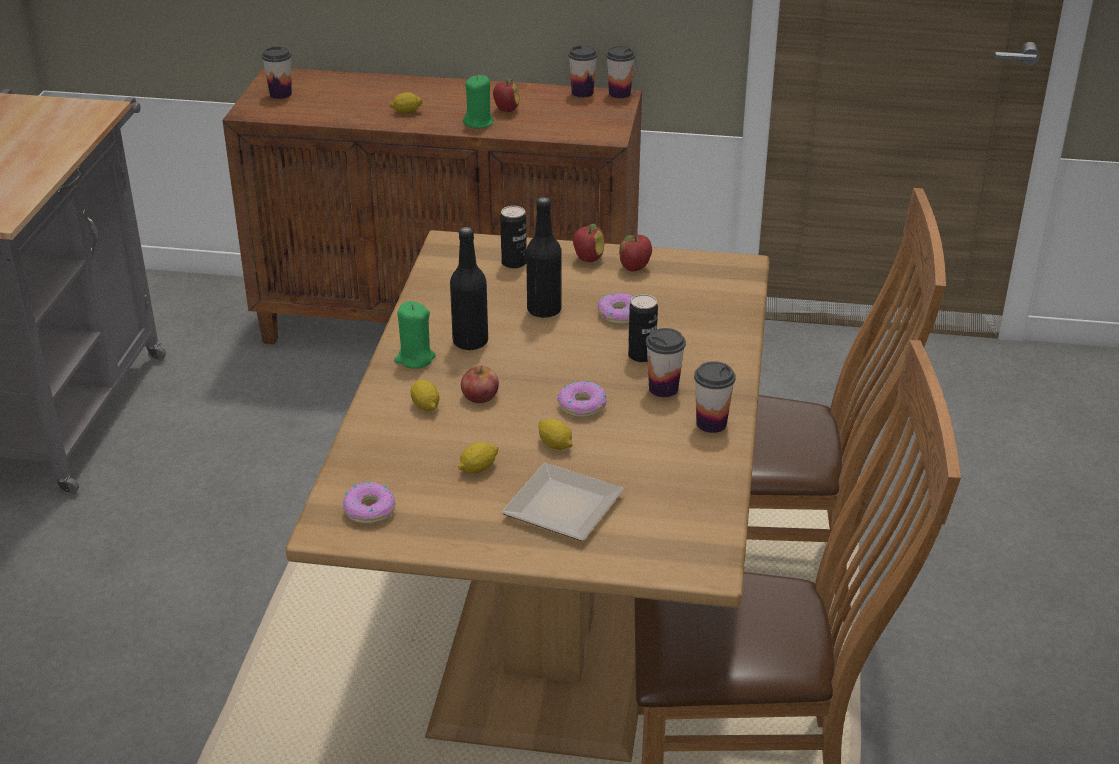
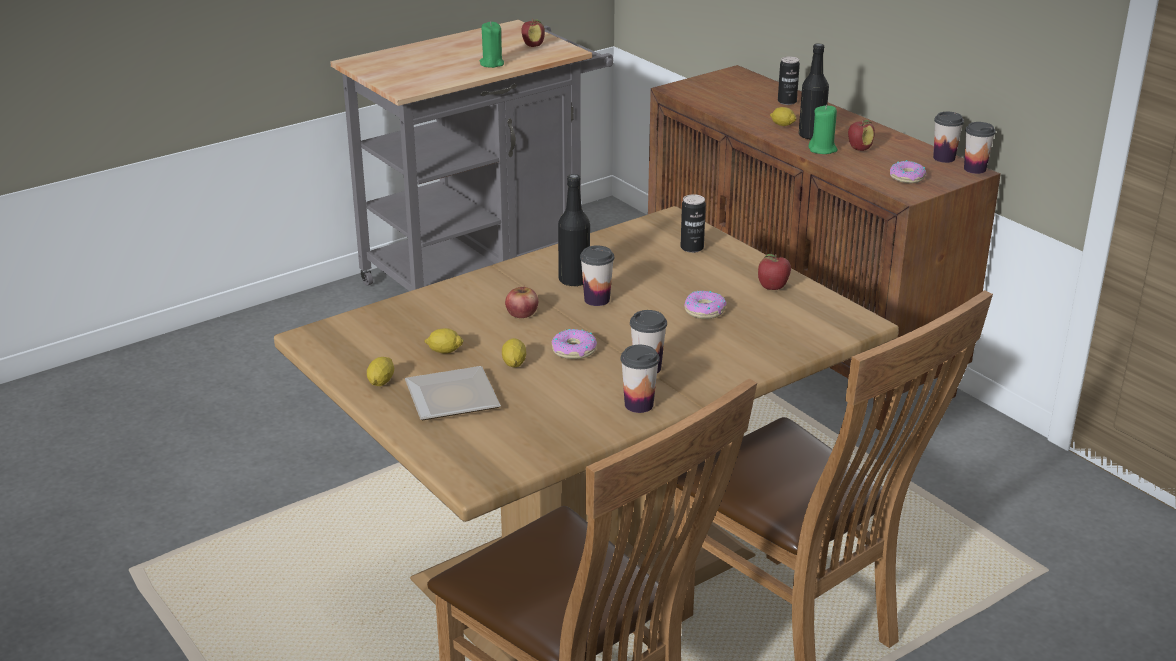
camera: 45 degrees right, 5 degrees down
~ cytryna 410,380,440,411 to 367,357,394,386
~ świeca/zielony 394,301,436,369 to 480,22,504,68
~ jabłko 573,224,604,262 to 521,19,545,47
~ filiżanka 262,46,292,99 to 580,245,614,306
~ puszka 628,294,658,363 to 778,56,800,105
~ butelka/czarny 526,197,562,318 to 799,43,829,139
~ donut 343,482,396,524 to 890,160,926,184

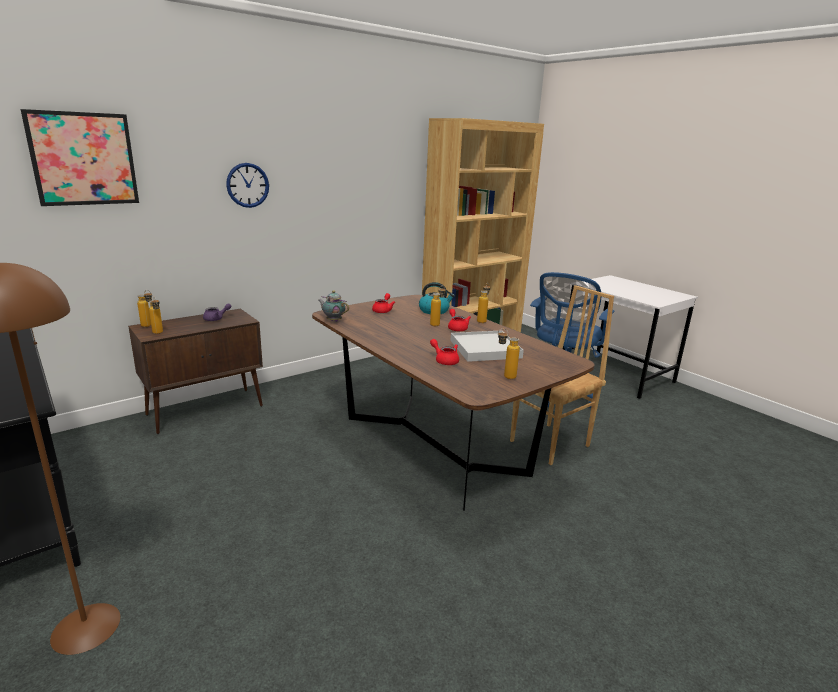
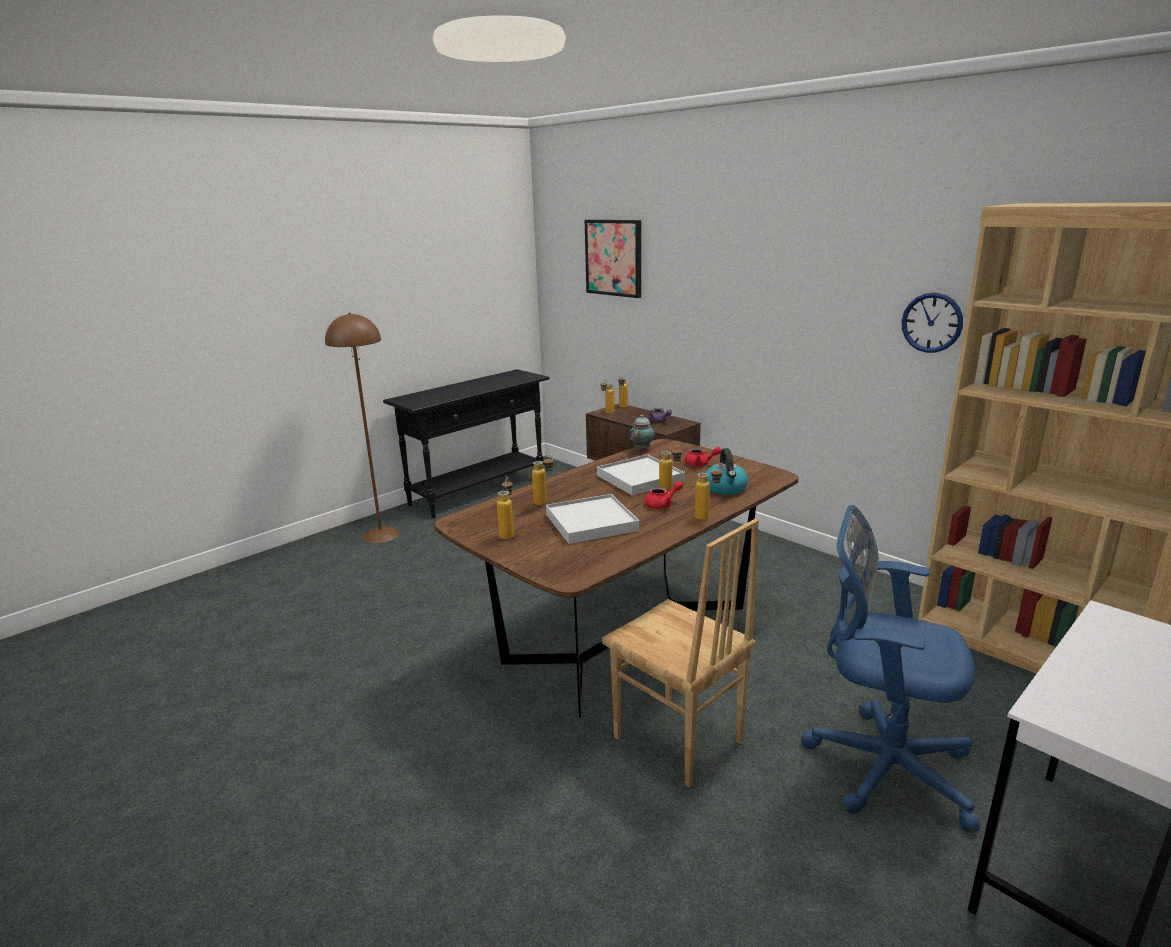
camera: 85 degrees right, 0 degrees up
~ imbryk/czerwony 430,339,459,365 to butelka 532,455,554,506
+ taca/biały 597,454,685,496
~ zegar ścienny 226,163,269,208 to 902,292,963,353

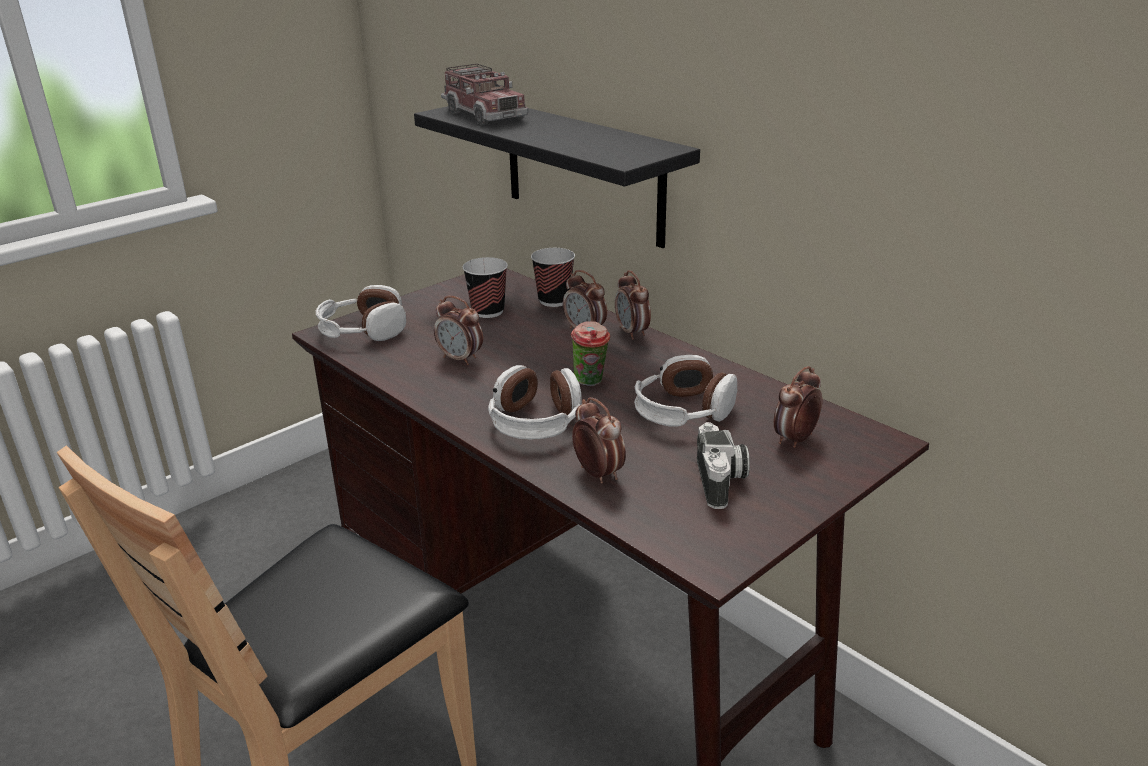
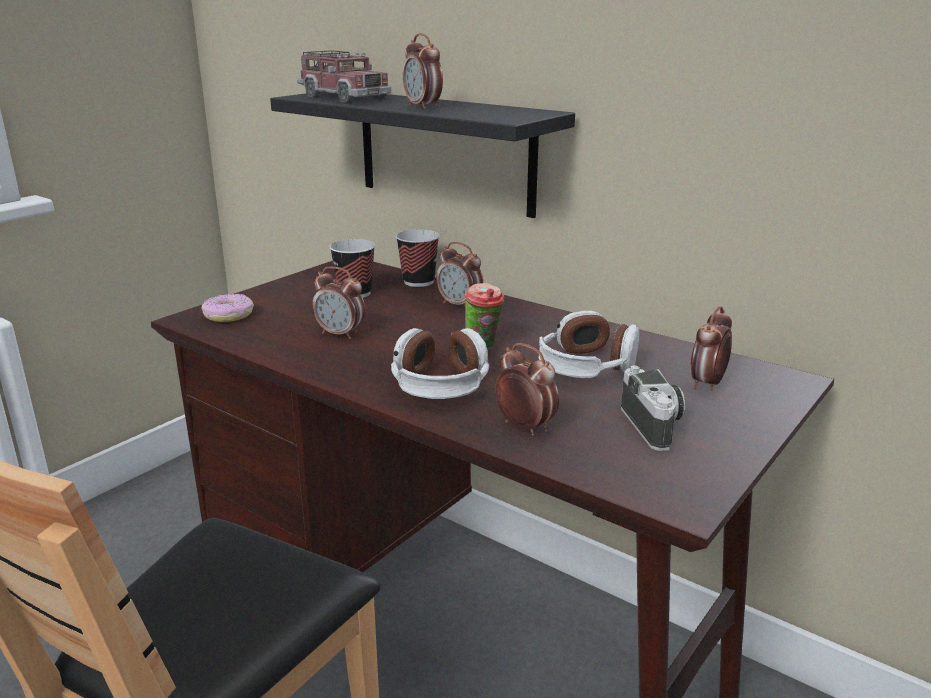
camera: 10 degrees left, 5 degrees down
~ słuchawki 316,285,406,341 to donut 201,294,254,322
~ budzik 615,270,651,340 to 403,33,443,109

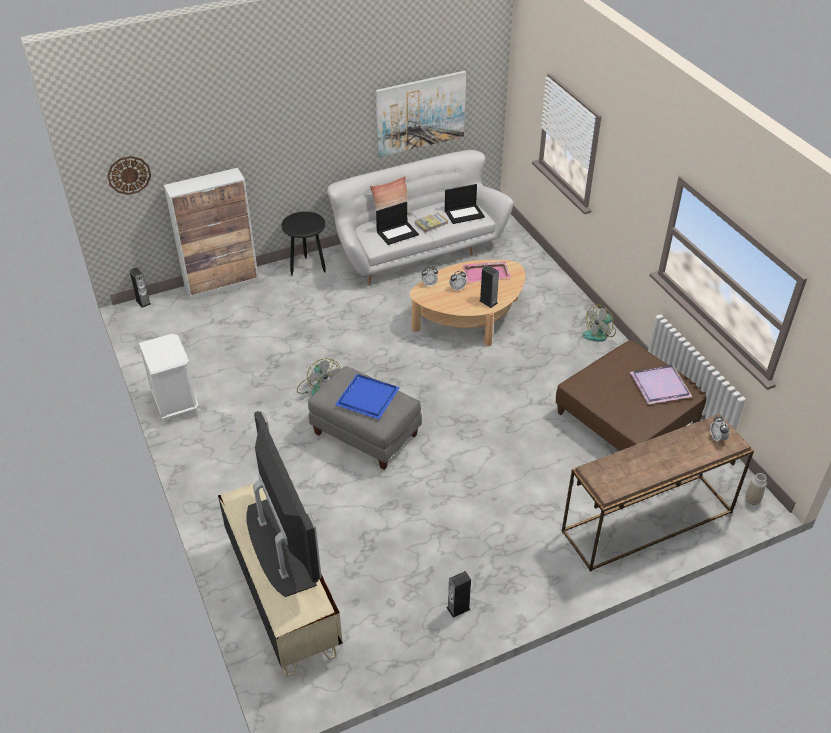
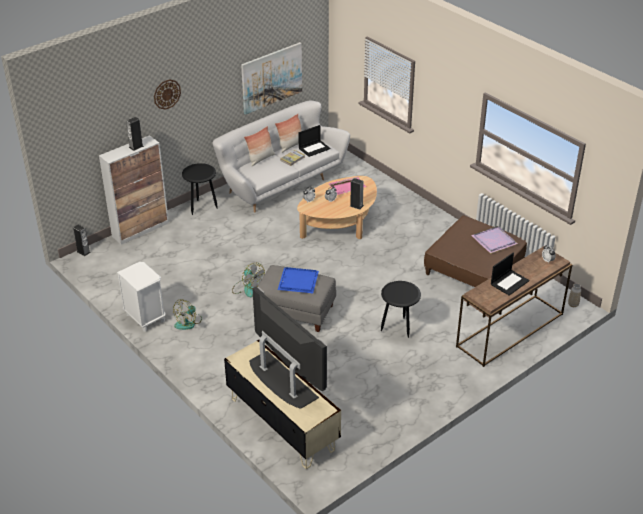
camera: 15 degrees left, 5 degrees down
~ głośnik 446,571,471,618 to 126,117,144,151
~ zegar ścienny 107,156,151,195 to 154,79,181,110
~ wentylator 583,304,616,342 to 173,299,202,330
+ poduszka 275,114,302,153
+ stolik/czarny 381,281,421,338
~ laptop 376,202,419,245 to 491,253,529,296

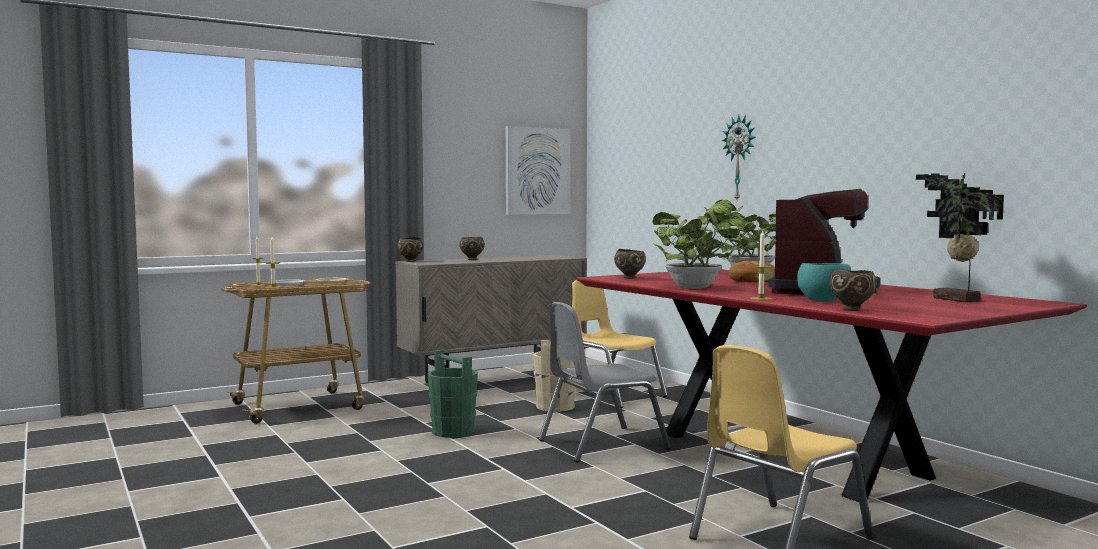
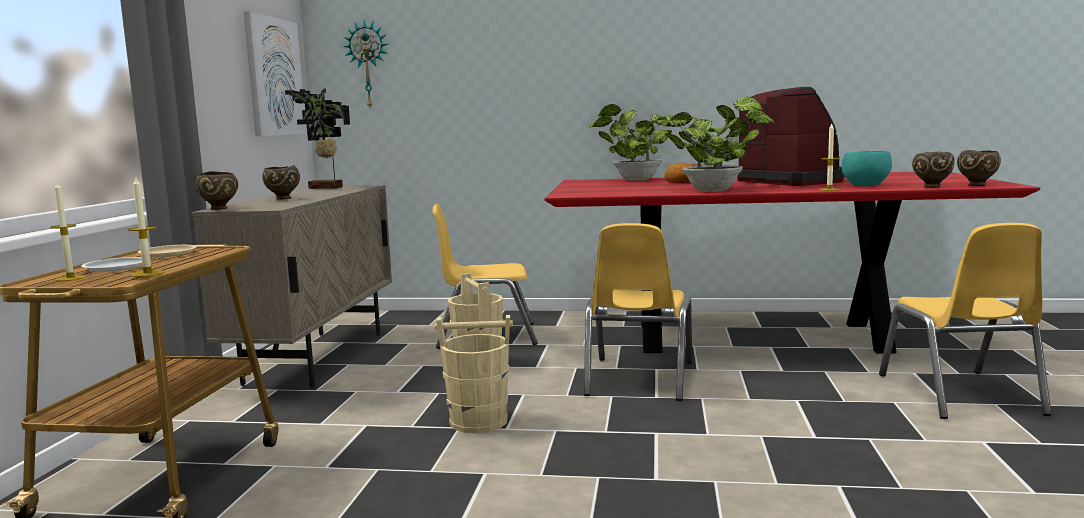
camera: 50 degrees left, 5 degrees up
~ roślina doniczkowa 916,173,1004,302 to 285,88,350,189
~ zegar ścienny 722,115,756,200 to 343,20,388,108
~ wiadro/zielony 427,350,478,438 to wiadro/beżowy 435,315,513,433
~ krzesło/szary 539,302,671,463 to krzesło/żółty 584,223,692,401
~ miska/brązowy 614,249,646,279 to 957,150,1001,186

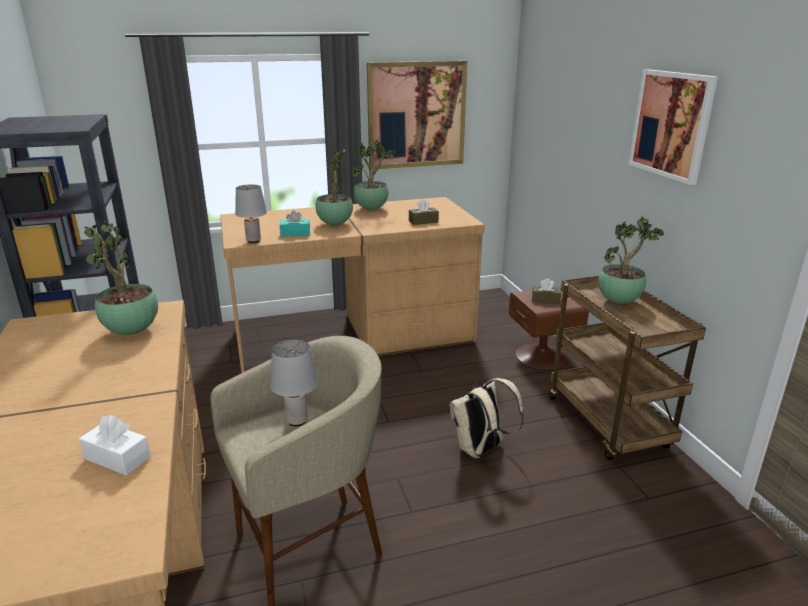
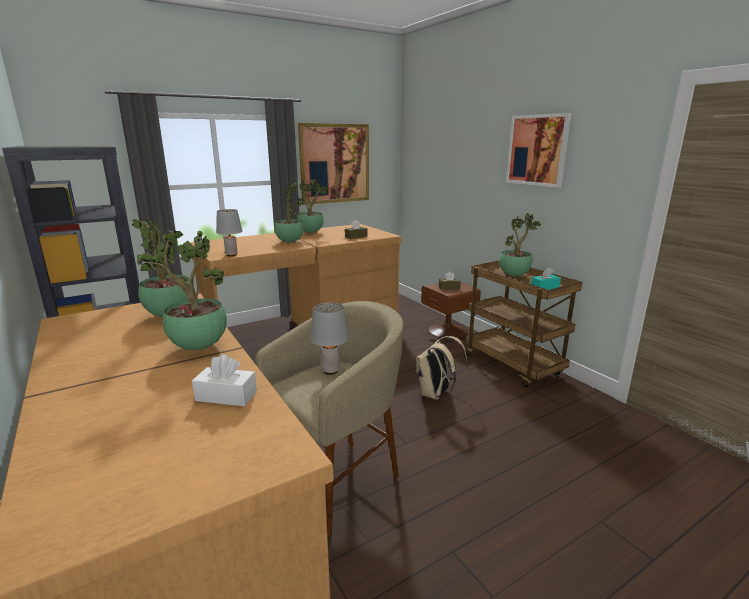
camera: 15 degrees left, 5 degrees down
+ roślina doniczkowa 137,230,227,350
~ pudełko chusteczek/turkusowy 280,210,310,237 to 531,267,561,290

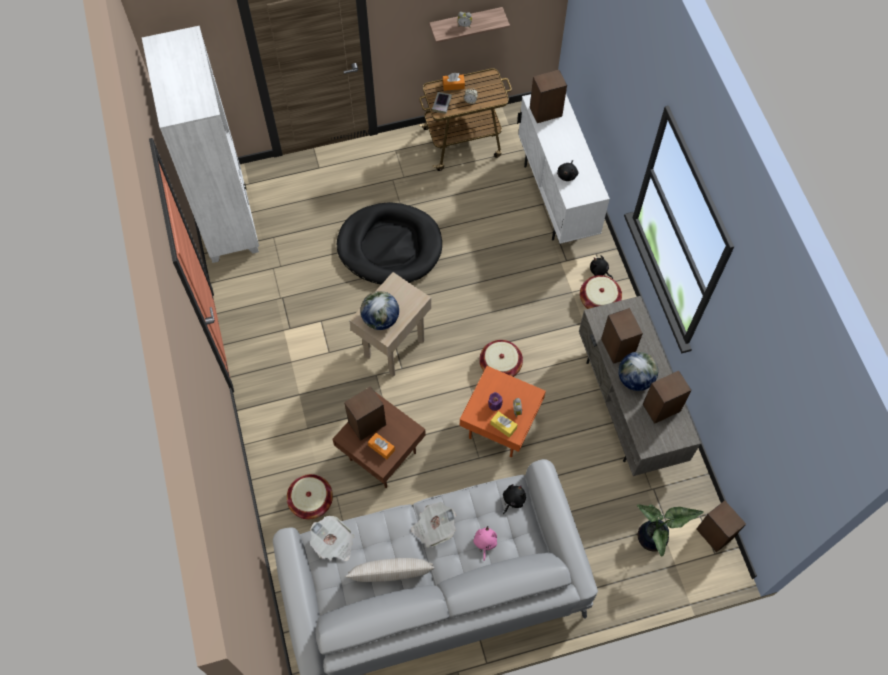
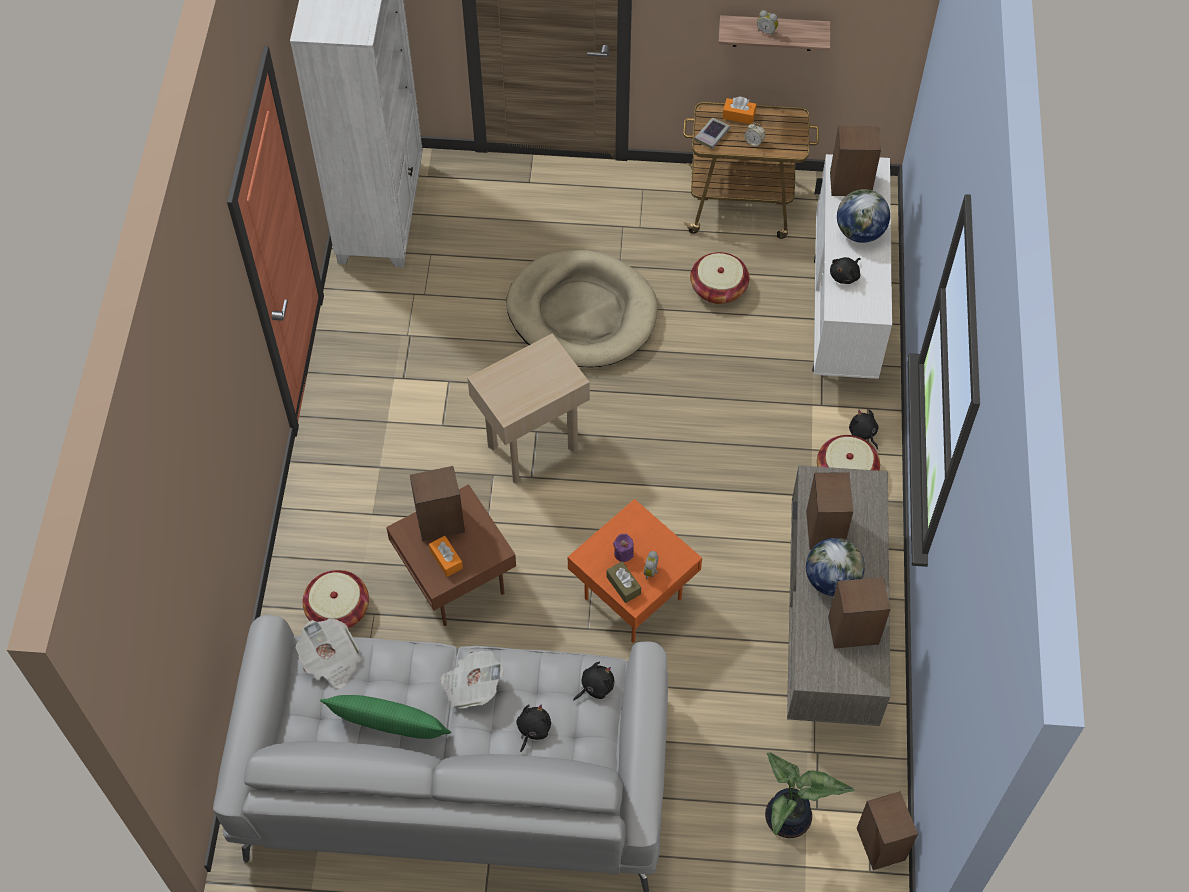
camera: 20 degrees right, 5 degrees down
~ poduszka/beżowy 345,558,434,582 to poduszka/zielony 320,695,451,739
~ legowisko/czarny 337,202,442,284 to legowisko/beżowy 506,250,658,367
~ pluszak/różowy 473,526,497,561 to pluszak/czarny 516,704,551,752
~ pudełko chusteczek/żółty 490,411,518,438 to pudełko chusteczek/brązowy 606,561,641,603
~ koszyk 479,340,523,377 to 690,252,749,304
~ globus 360,291,399,330 to 837,189,890,243

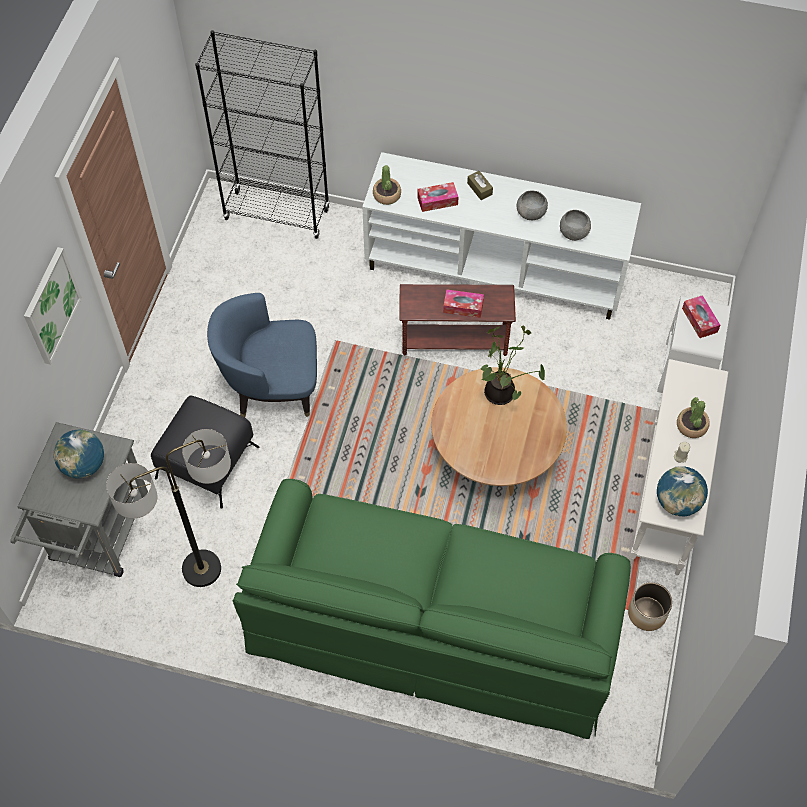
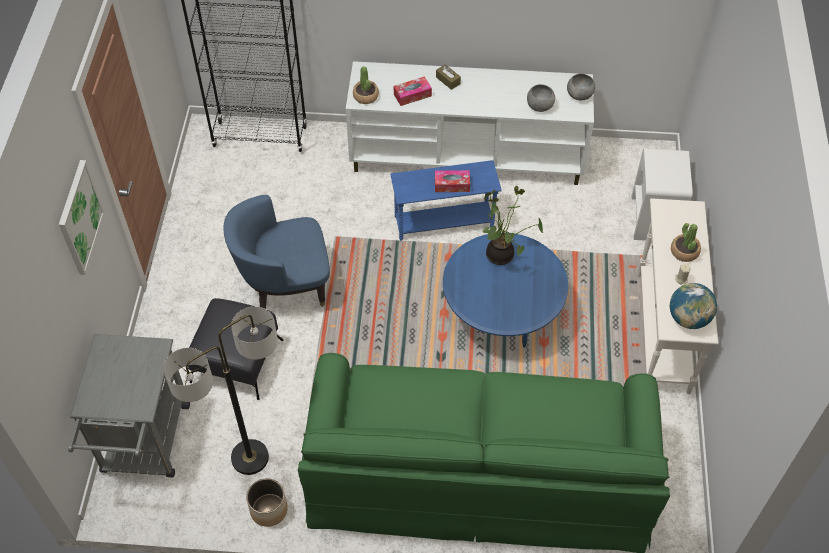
camera: 10 degrees left, 5 degrees down
~ donica 628,582,672,631 to 246,478,288,527
~ stolik/brązowy 399,284,516,356 to stolik/niebieski 390,160,502,241
~ ława/brązowy 431,367,567,496 to ława/niebieski 443,233,568,348
~ miska/szary 517,190,548,220 to 567,74,595,101
- globus 53,430,104,479
- pudełko chusteczek 682,295,720,338

